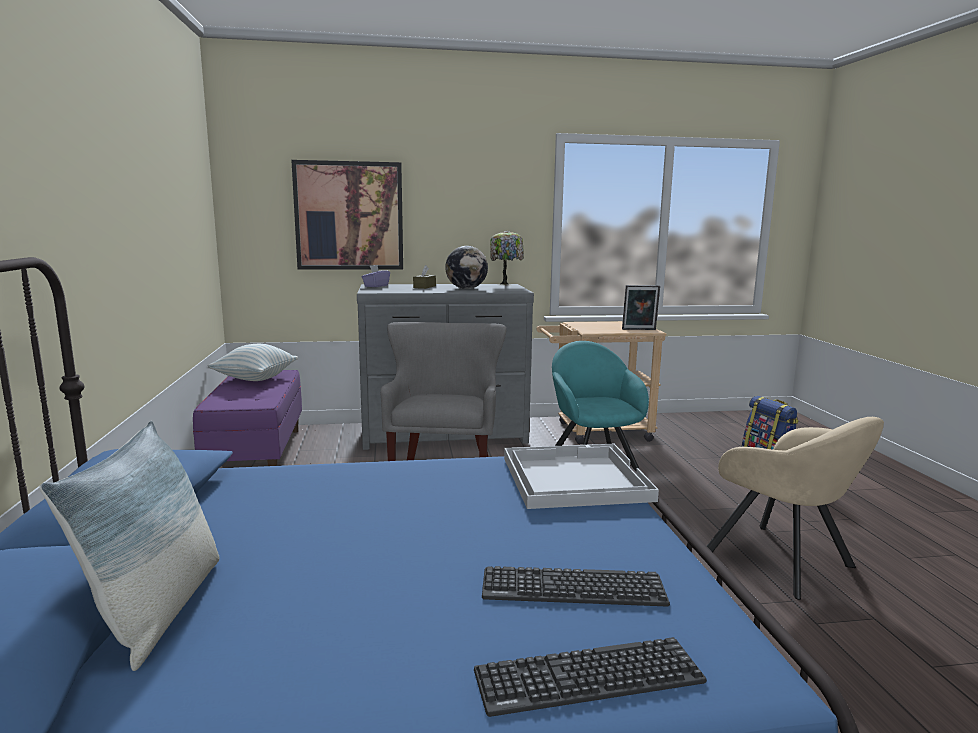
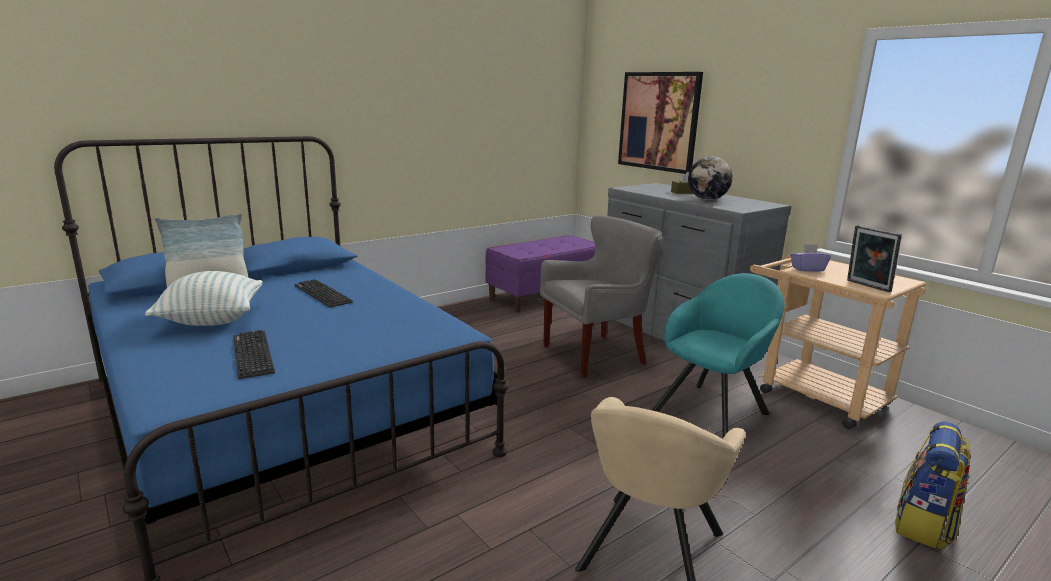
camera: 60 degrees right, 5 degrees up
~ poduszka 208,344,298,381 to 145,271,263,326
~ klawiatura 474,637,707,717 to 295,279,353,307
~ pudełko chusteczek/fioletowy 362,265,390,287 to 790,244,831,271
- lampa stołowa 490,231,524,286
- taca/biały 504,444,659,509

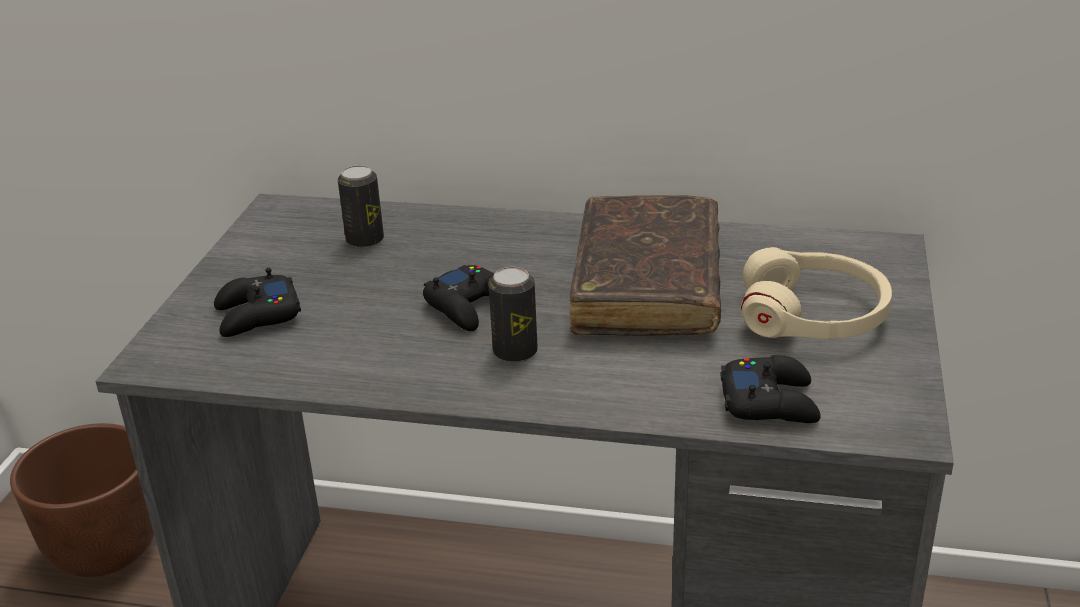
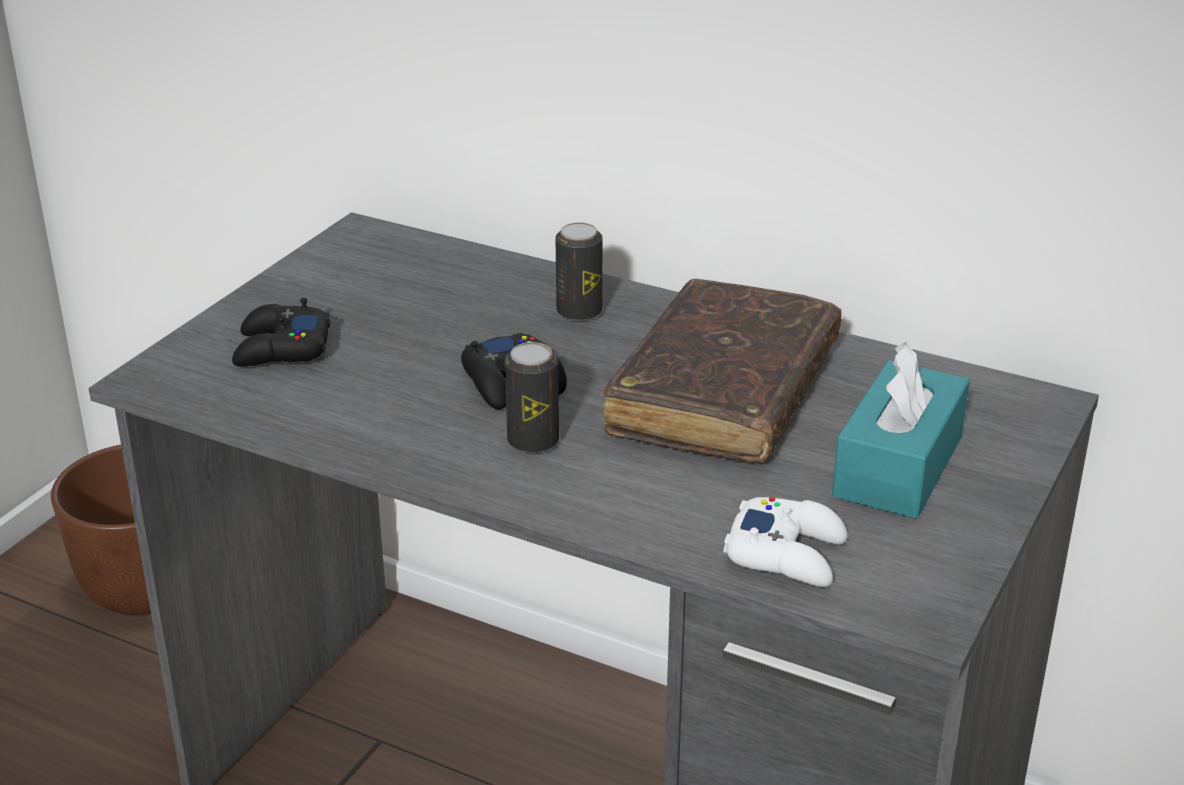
camera: 15 degrees right, 0 degrees up
~ puszka 337,165,384,248 to 556,222,602,321
~ pad do gier/czarny 720,355,821,423 to pad do gier/biały 724,497,848,587
~ słuchawki/beżowy 741,247,892,339 to pudełko chusteczek/turkusowy 832,342,970,519

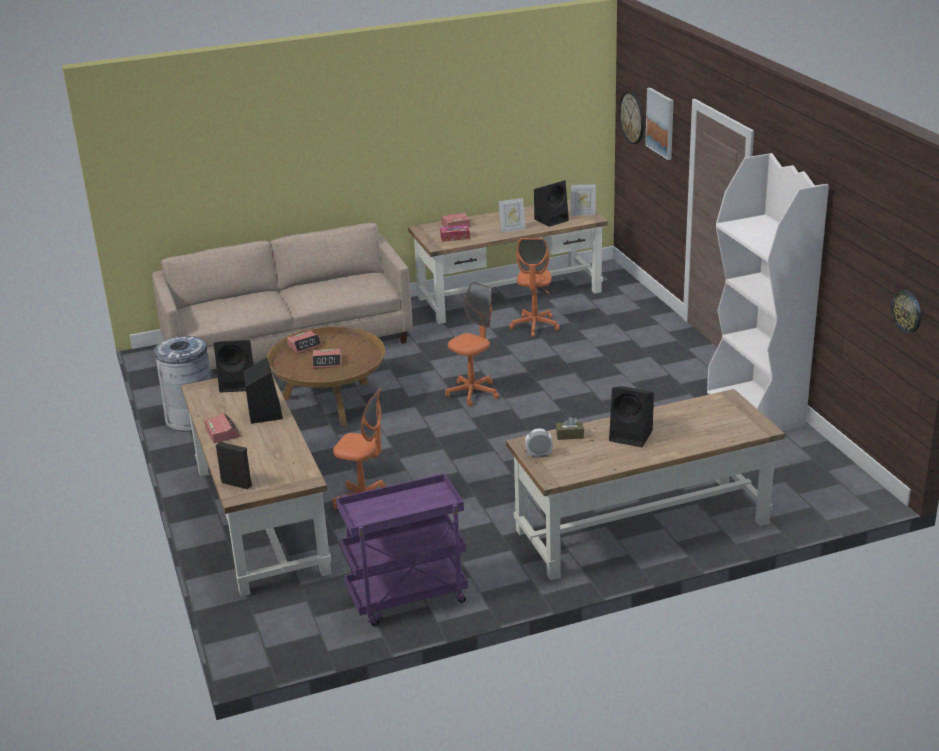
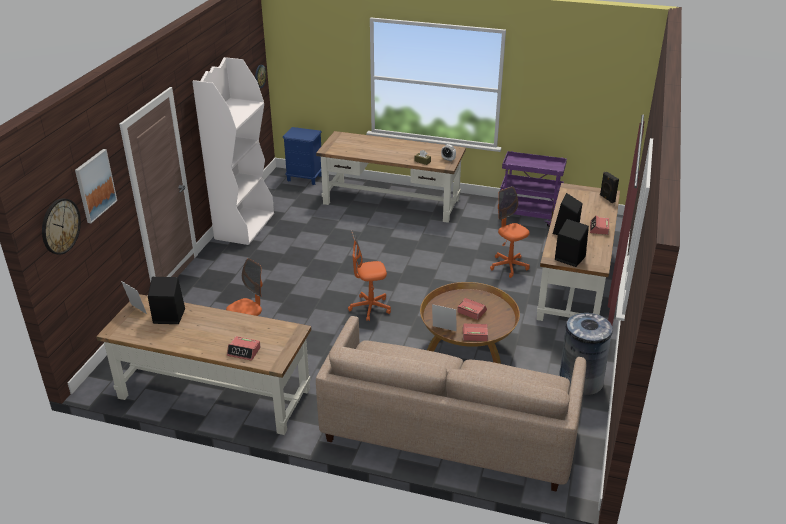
camera: 145 degrees left, 5 degrees up
+ szafka nocna/niebieski 283,127,322,185
~ ramka na zdjęcie 499,198,525,233 to 432,304,456,331
- pudełko chusteczek 440,225,470,242
- głośnik/czarny 609,386,654,447

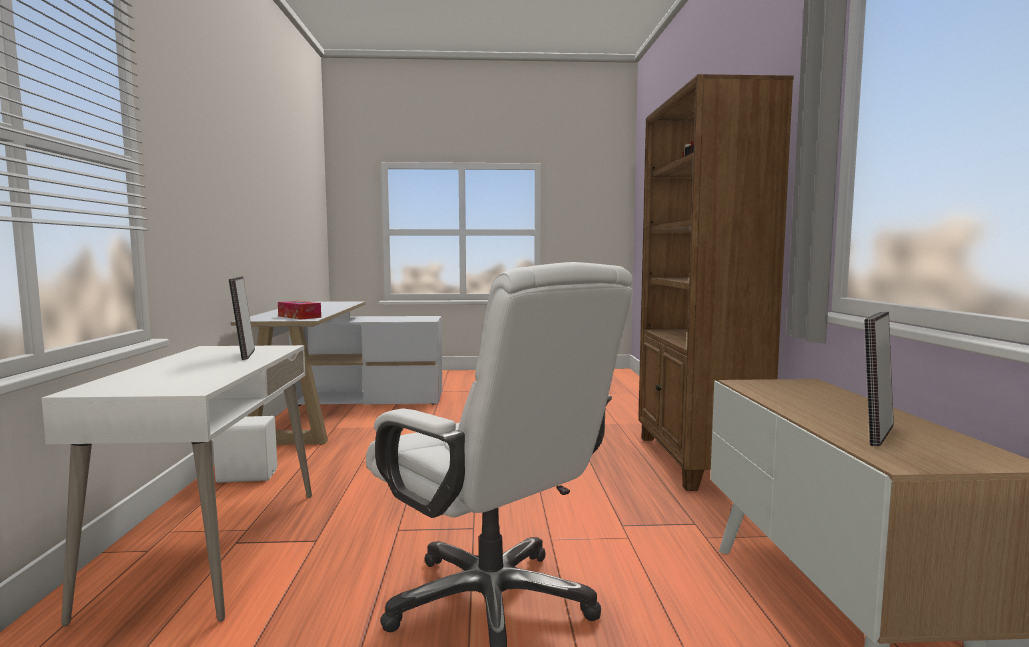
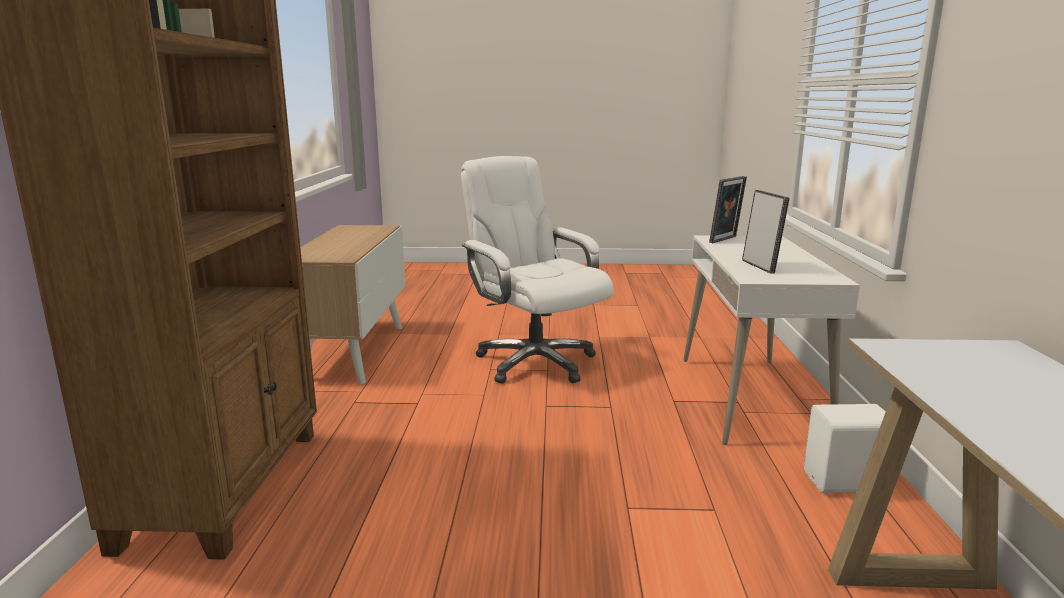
camera: 175 degrees left, 10 degrees up
~ ramka na zdjęcie 864,312,894,447 to 709,176,747,243
- pudełko chusteczek 278,301,321,320

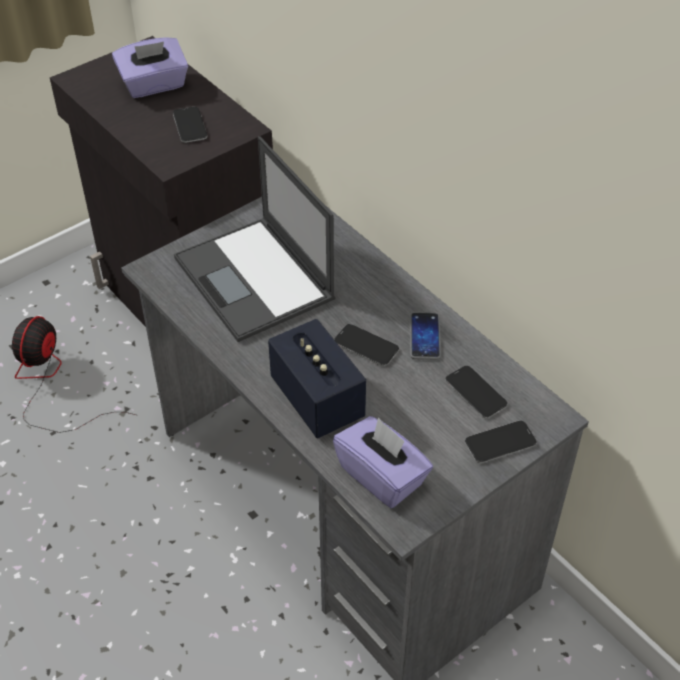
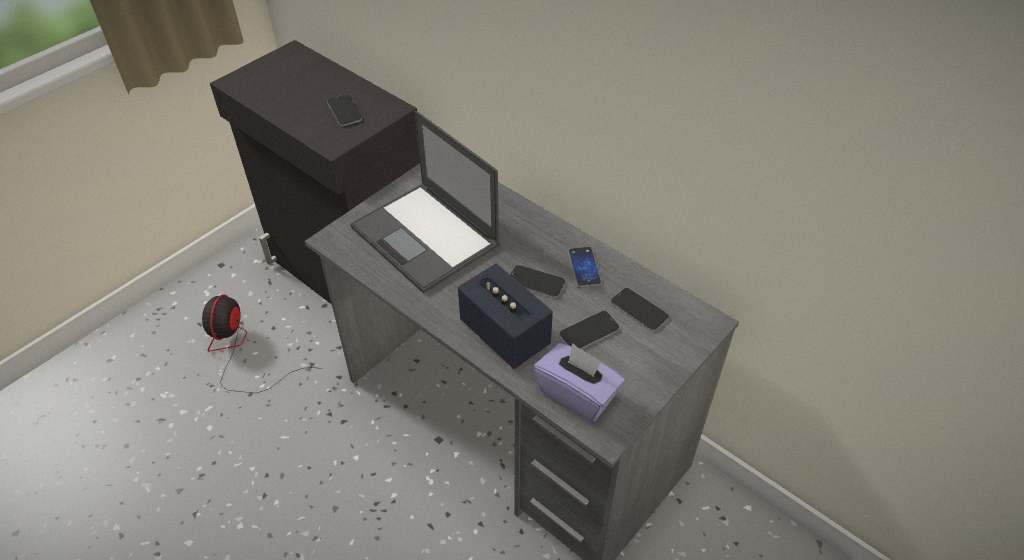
camera: 10 degrees left, 0 degrees up
~ telefon 465,421,537,463 to 560,311,620,349
- pudełko chusteczek/fioletowy 112,37,188,98

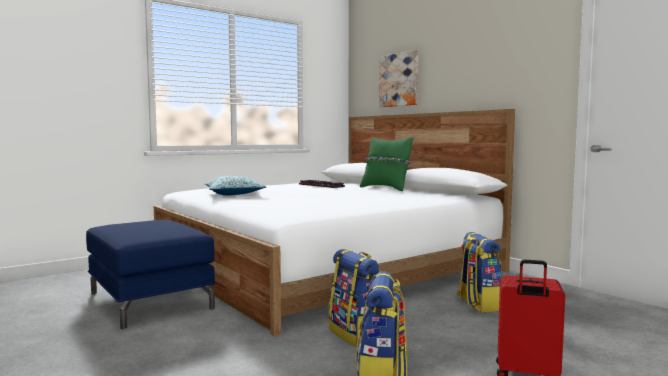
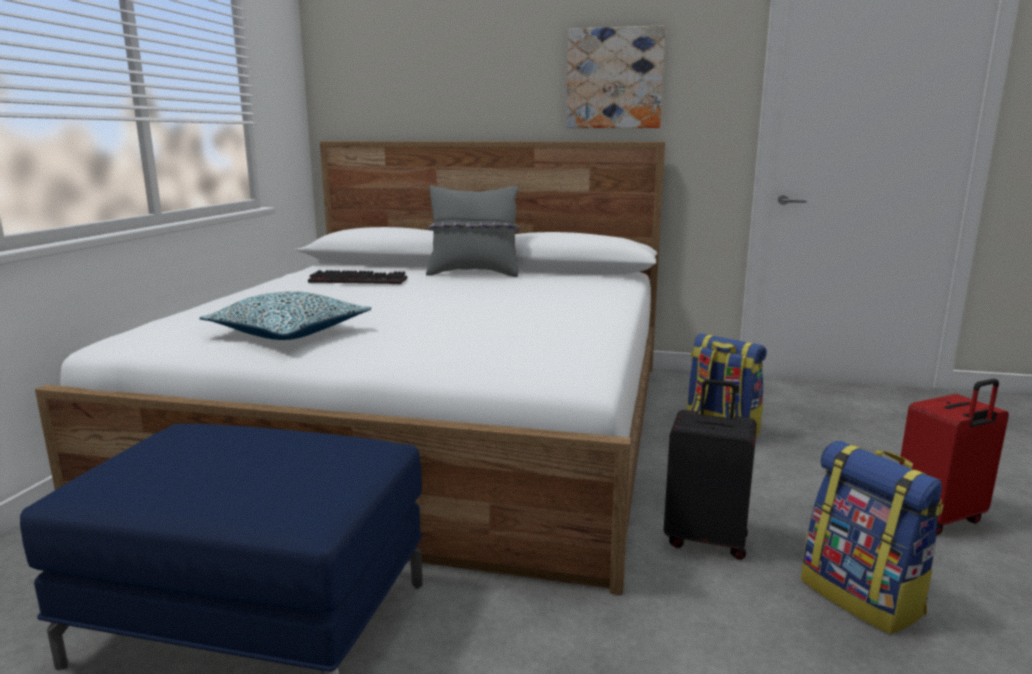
camera: 40 degrees left, 10 degrees up
~ poduszka/zielony 360,137,414,191 to poduszka/szary 426,185,520,277
~ obraz 379,50,418,107 to 566,25,665,128
~ plecak 329,249,380,347 to walizka/czarny 664,379,757,560

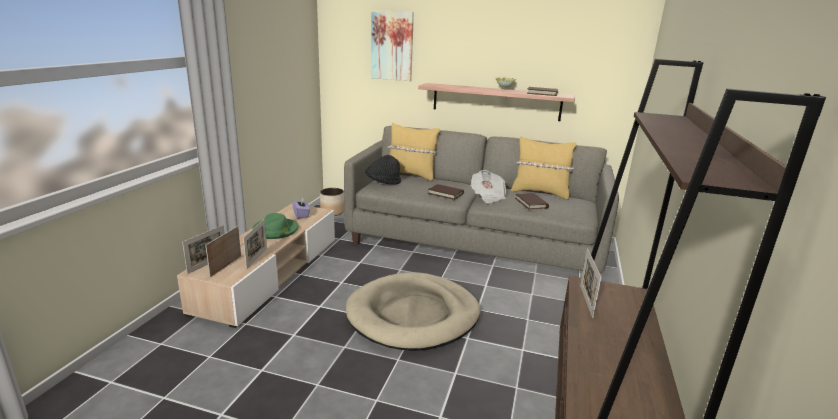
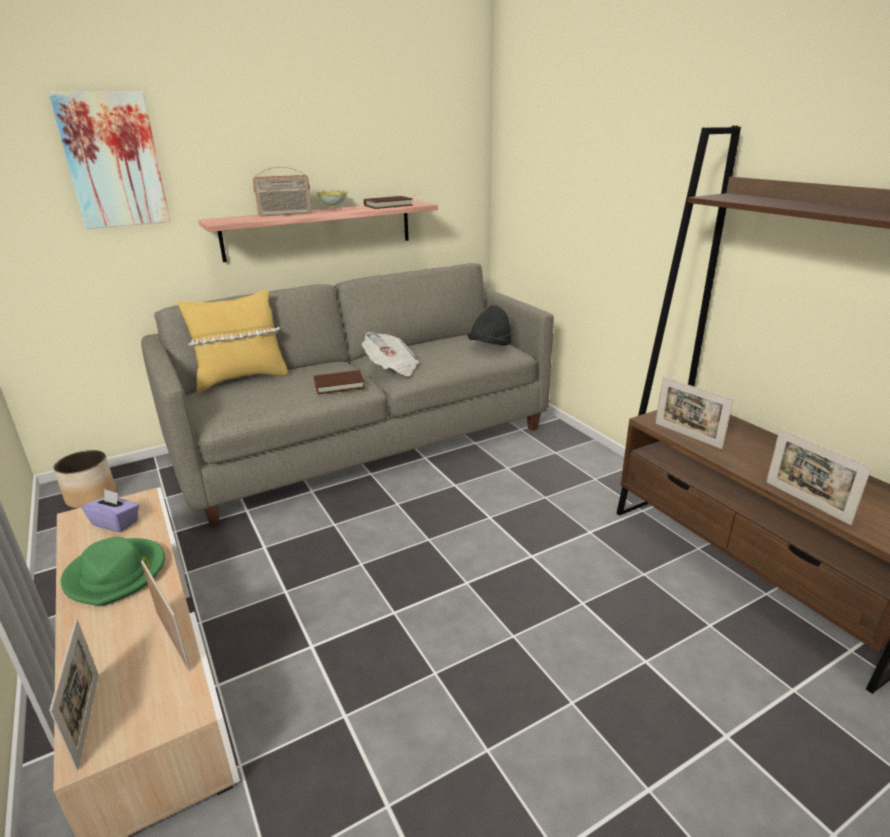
camera: 45 degrees left, 5 degrees up
+ radio 253,167,312,217
~ kapelusz/czarny 365,155,401,185 to 467,305,512,346
~ ramka na zdjęcie 205,226,241,277 to 766,428,872,525
- legowisko/beżowy 346,272,481,351
- poduszka/żółty 511,136,576,200
- książka/brązowy 515,193,549,210

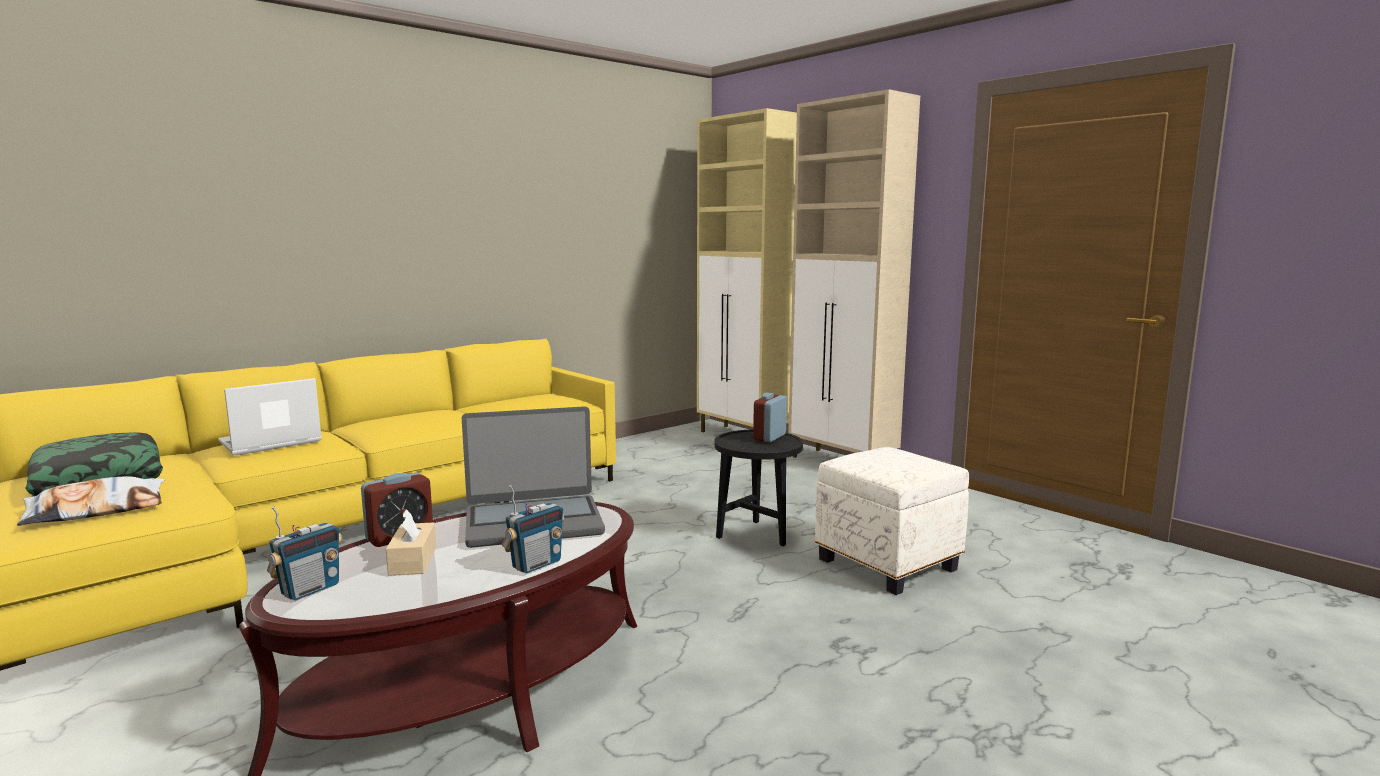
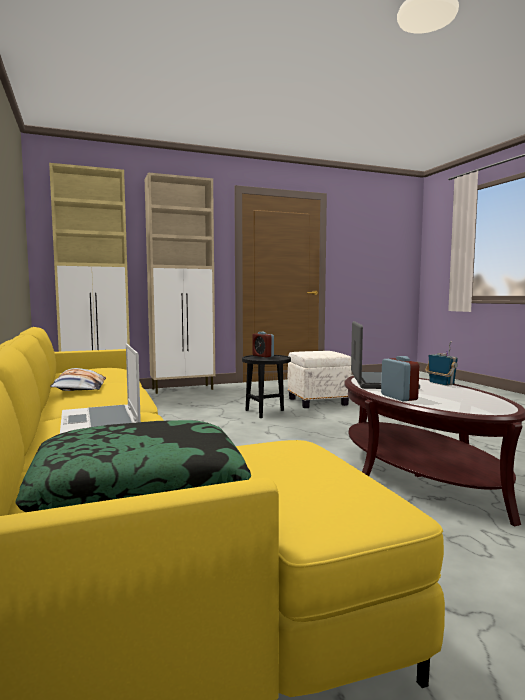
camera: 70 degrees left, 5 degrees down
~ poduszka 17,476,164,526 to 50,368,106,391
- radio 267,506,342,600
- pudełko chusteczek/beżowy 386,509,436,576

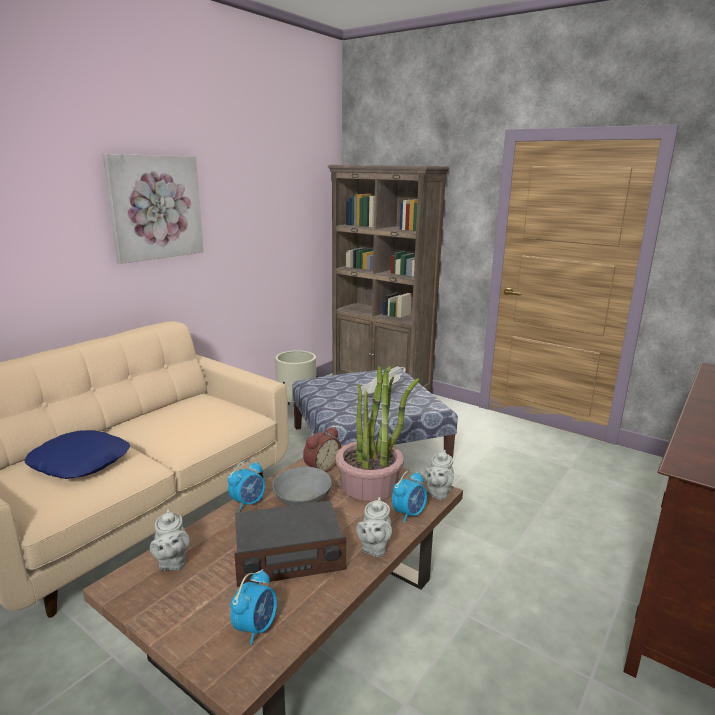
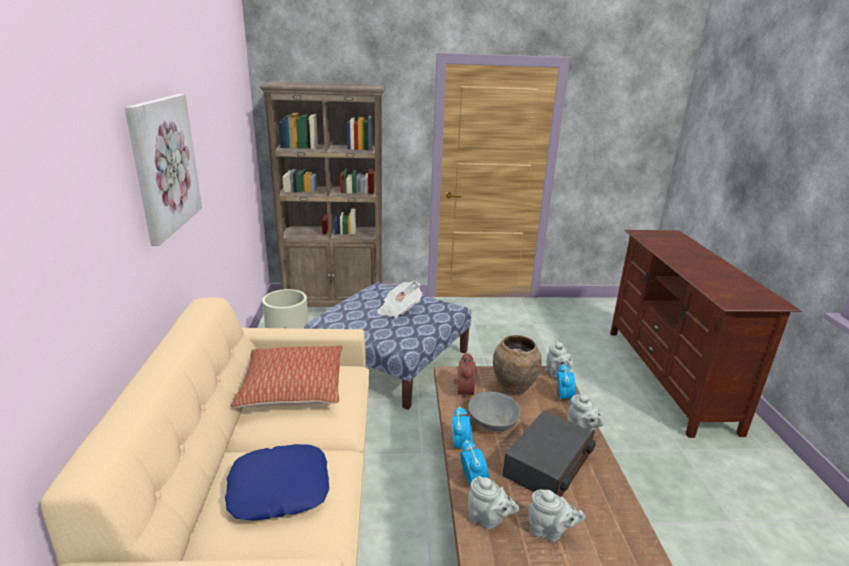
camera: 40 degrees left, 5 degrees up
+ poduszka 231,346,342,408
~ budzik 230,569,277,645 to 460,439,489,485
~ roślina doniczkowa 335,365,419,501 to wazon/brązowy 493,335,542,395
+ imbryk/szary 528,489,585,542

